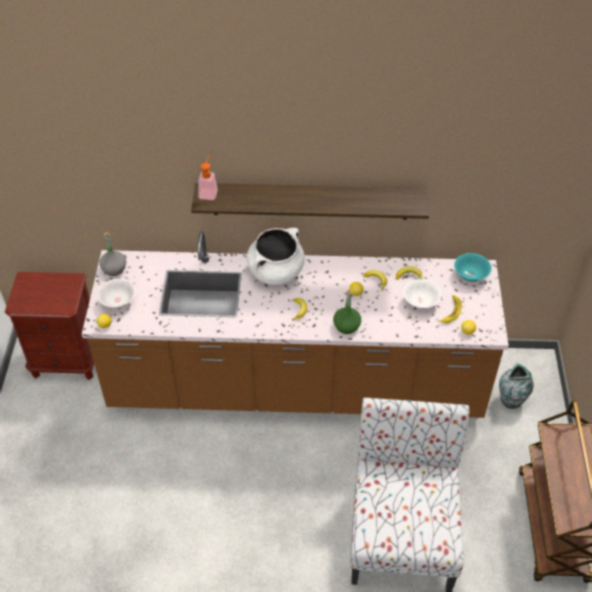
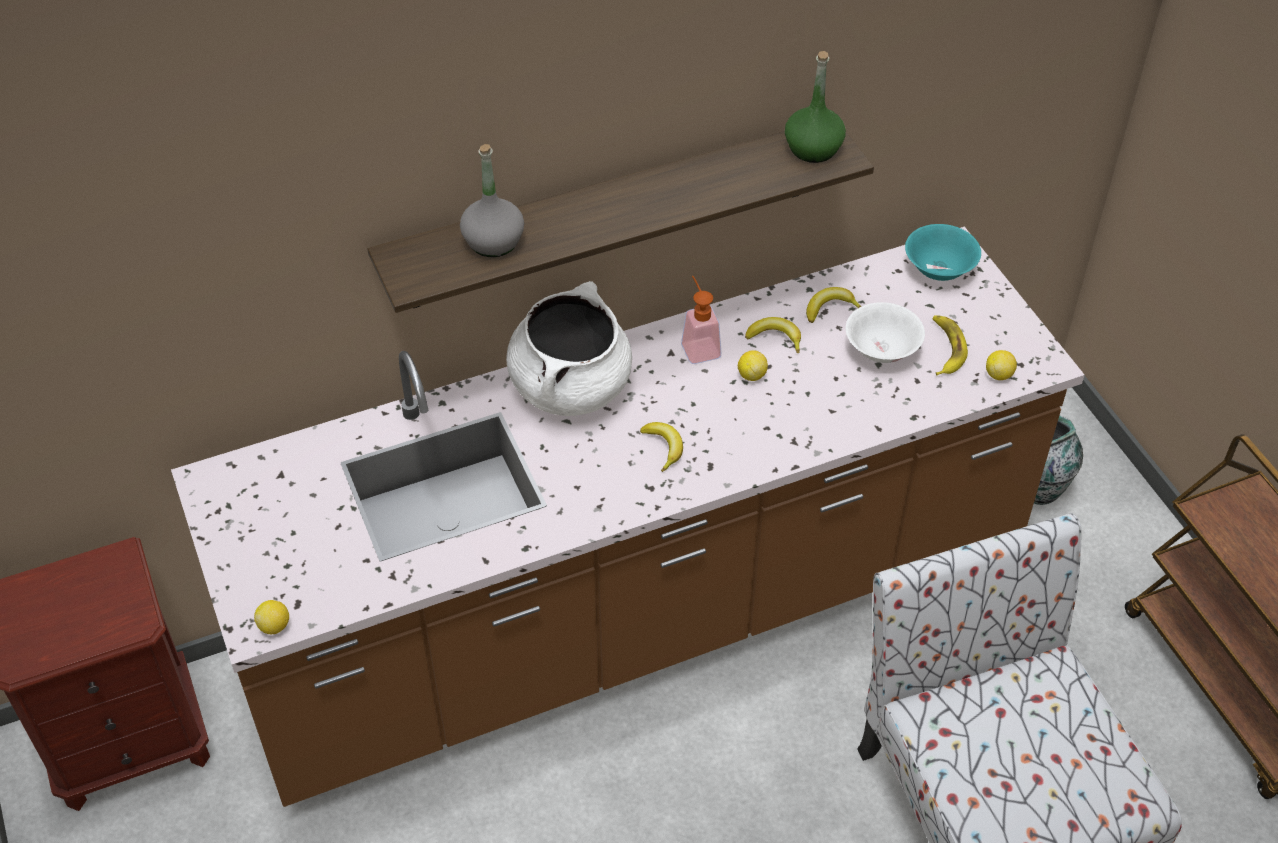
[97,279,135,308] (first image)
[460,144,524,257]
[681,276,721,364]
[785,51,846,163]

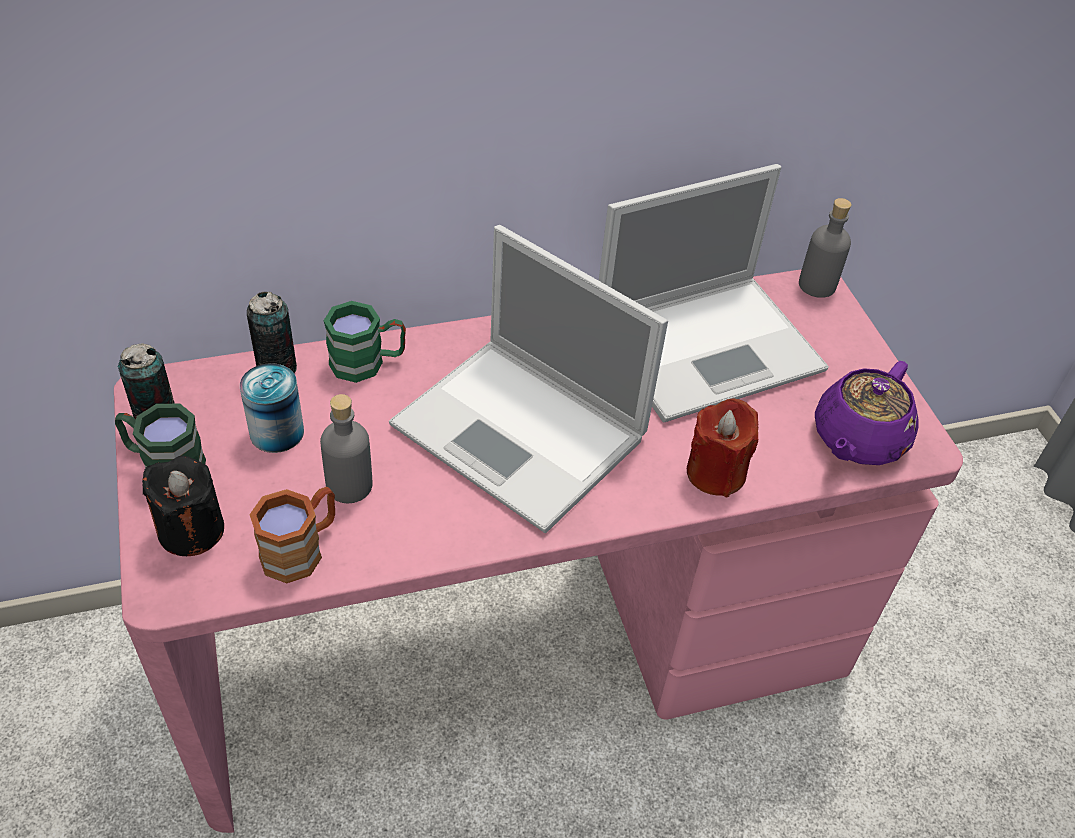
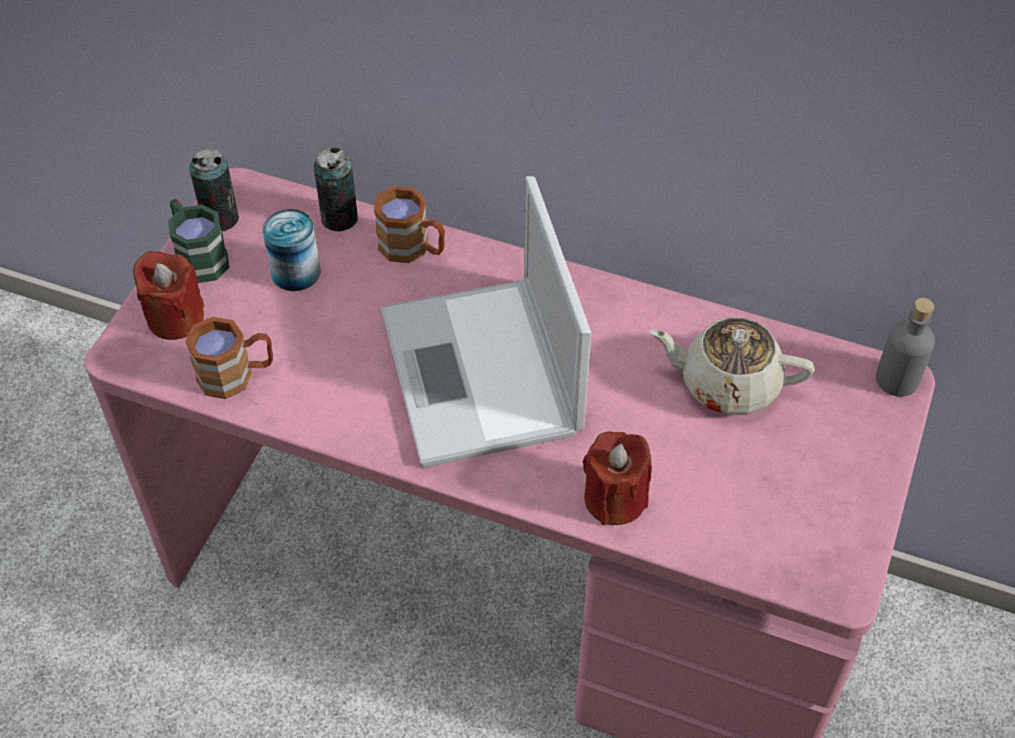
[320,394,372,503] (first image)
[815,361,919,465] (first image)
[650,317,815,415]
[133,251,204,340]
[374,186,445,263]

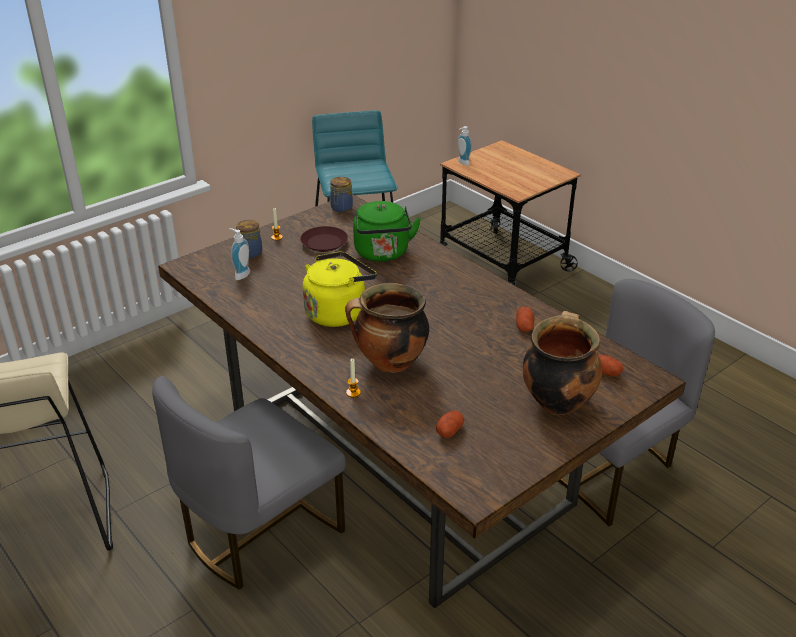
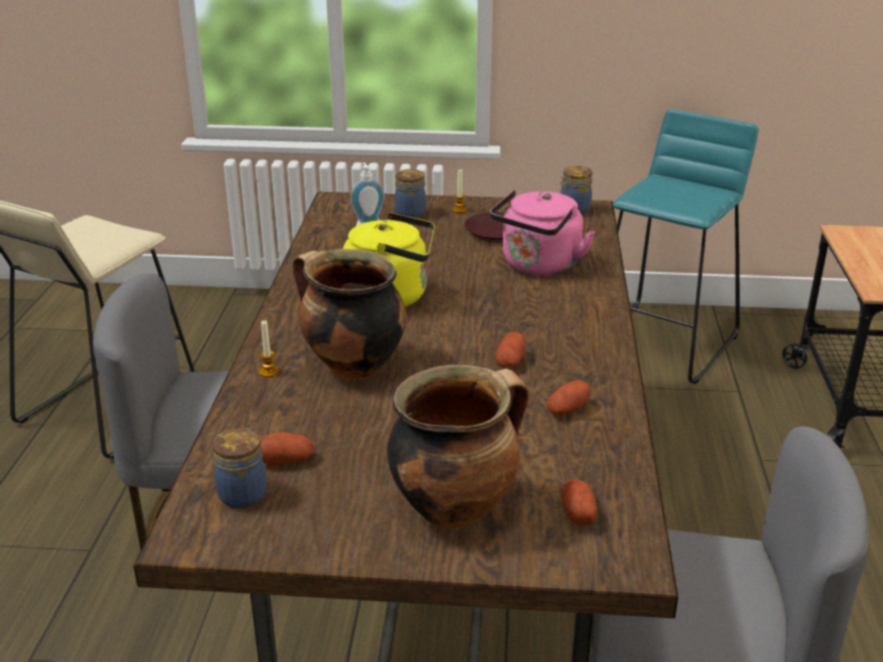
[458,126,472,166] (first image)
[213,428,267,508]
[496,332,526,368]
[490,190,595,275]

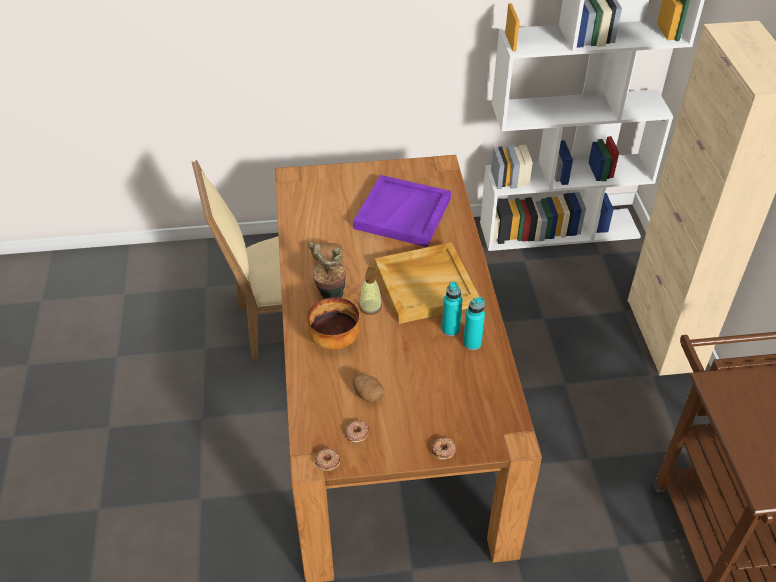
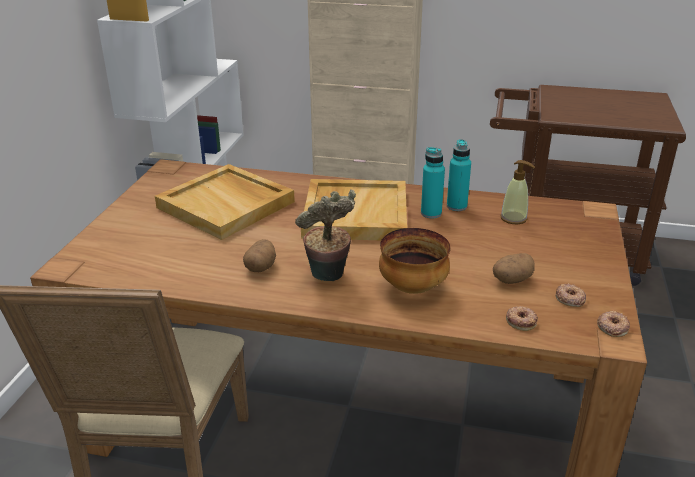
[500,160,535,224]
[506,306,538,331]
[155,164,295,240]

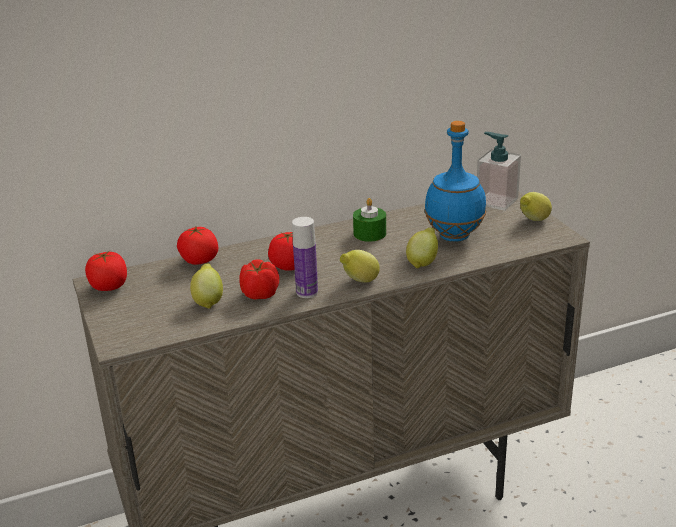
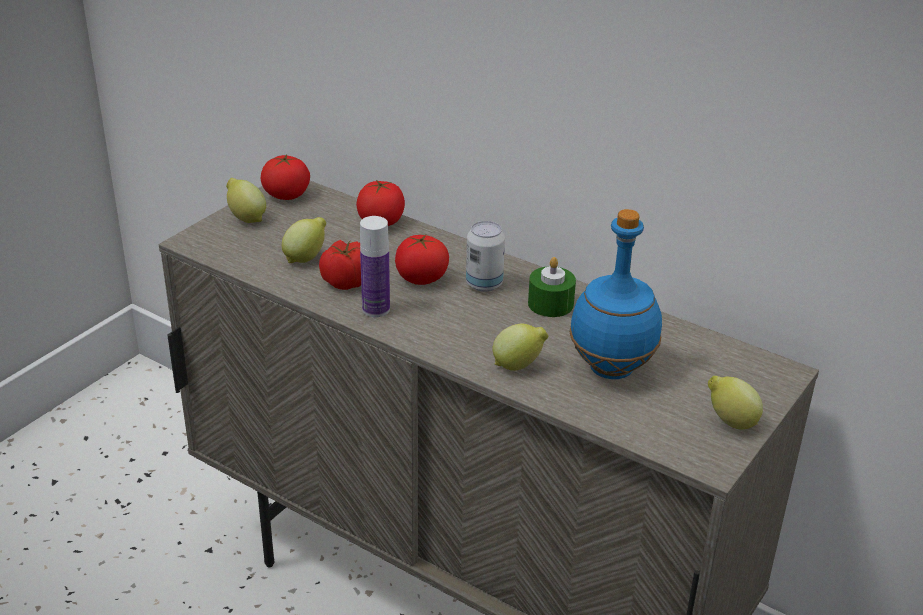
[477,132,521,211] (first image)
[466,221,505,292]
[226,178,266,223]

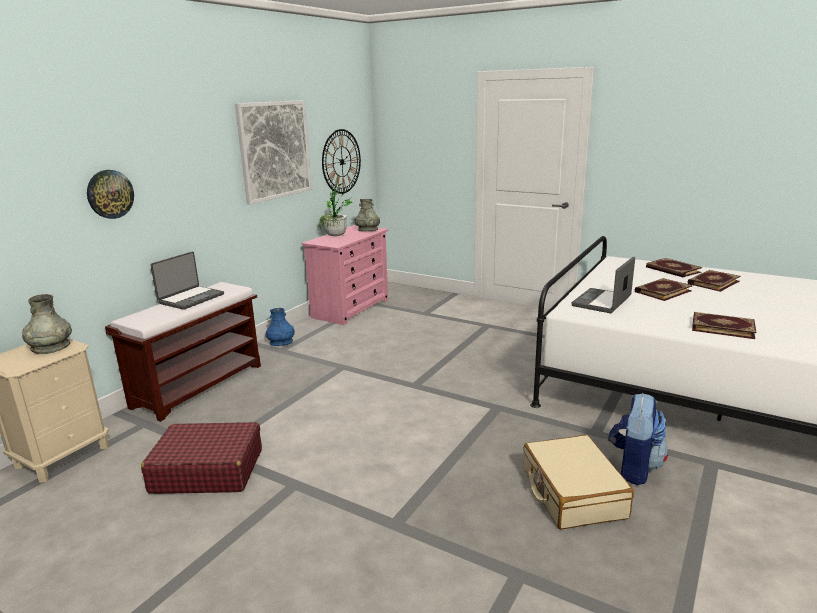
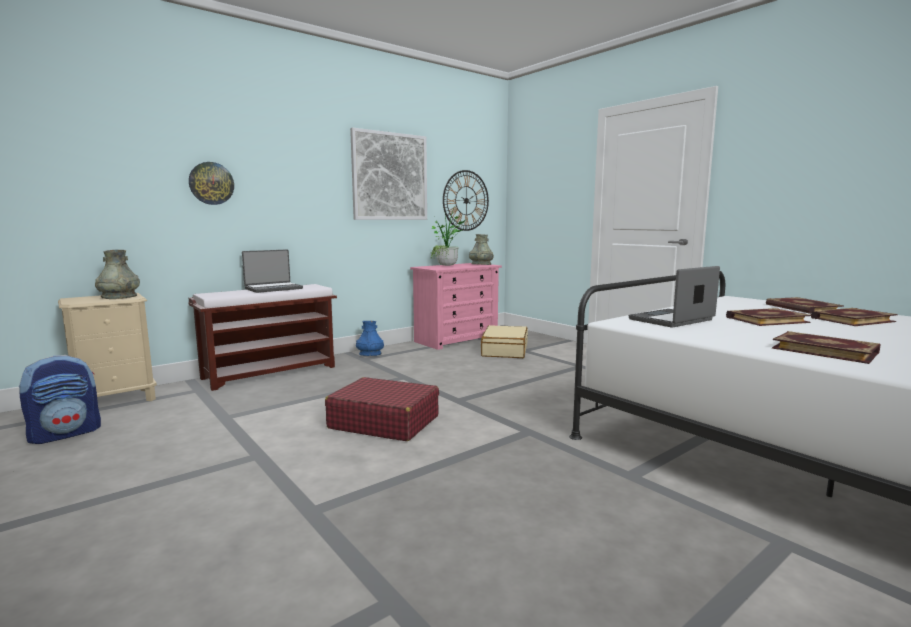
[325,377,439,441]
[481,325,528,358]
[19,355,101,444]

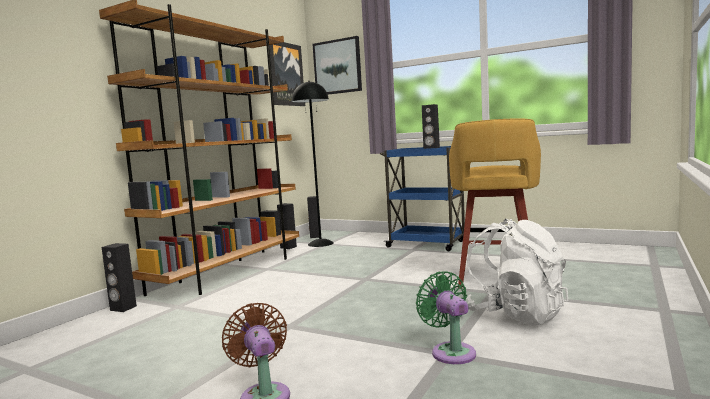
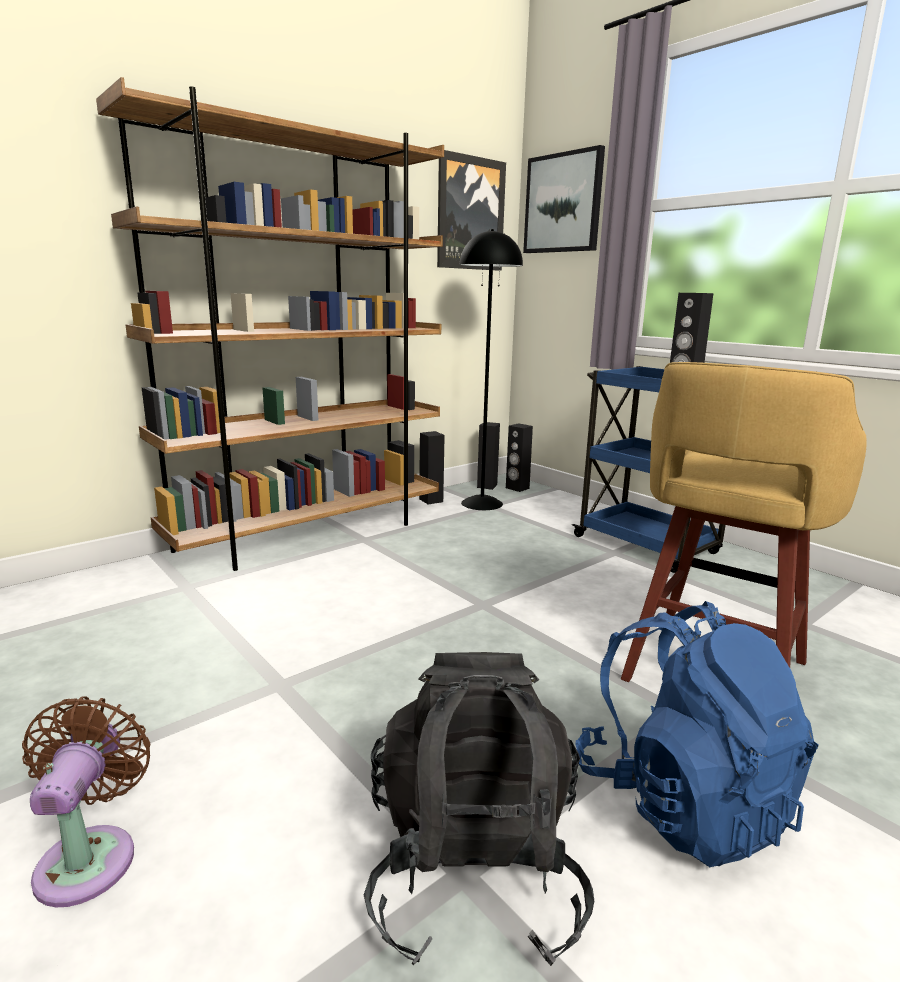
[506,423,533,492]
[364,652,594,966]
[575,601,819,867]

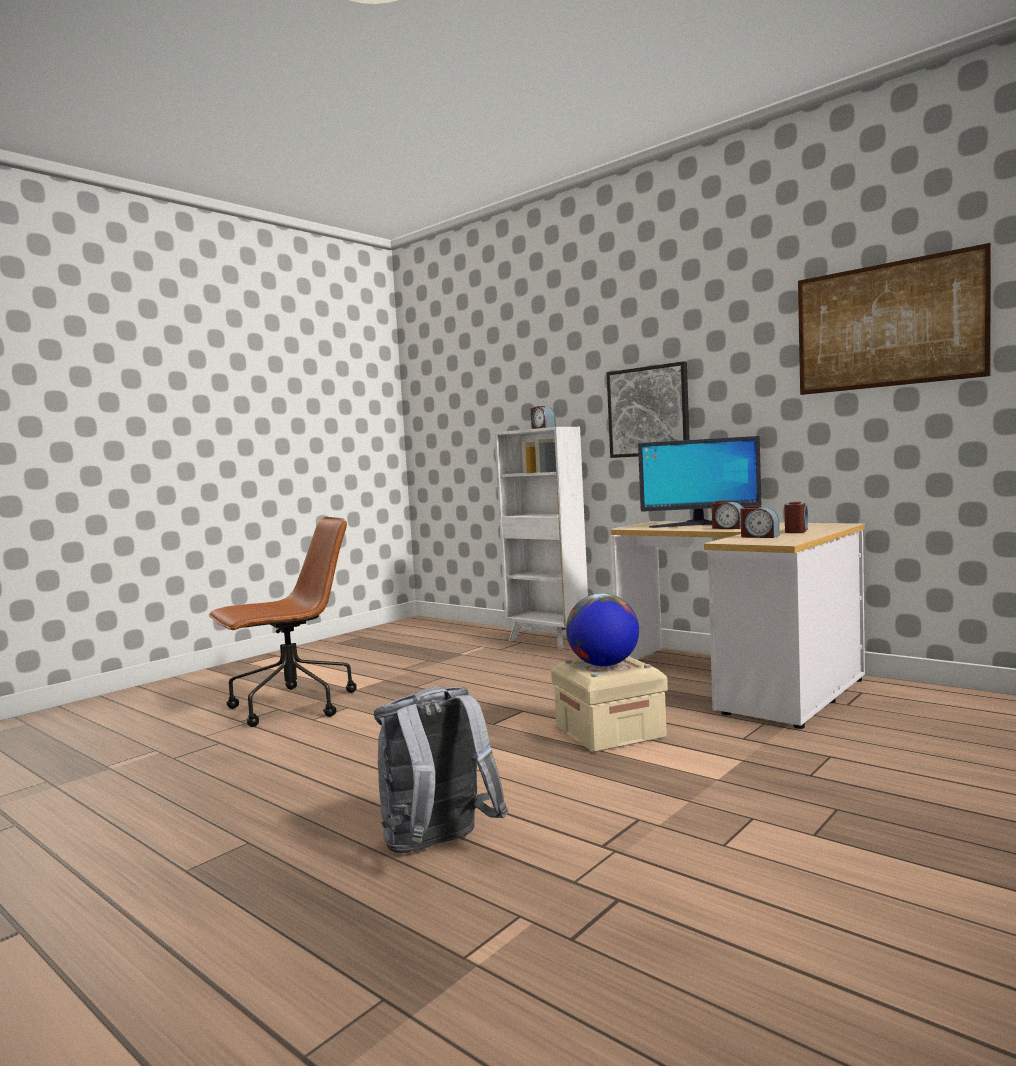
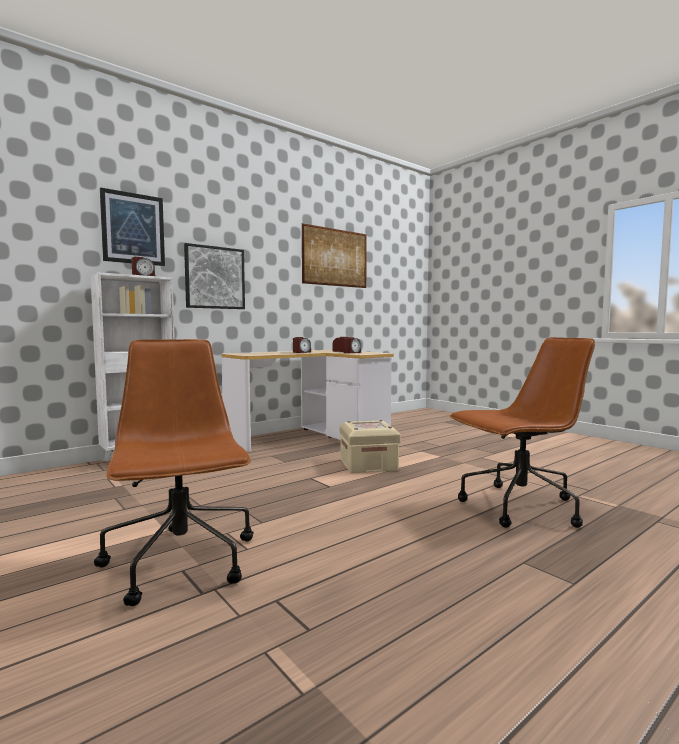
[566,593,639,666] (first image)
[638,436,761,528] (first image)
[100,187,165,266]
[450,337,595,528]

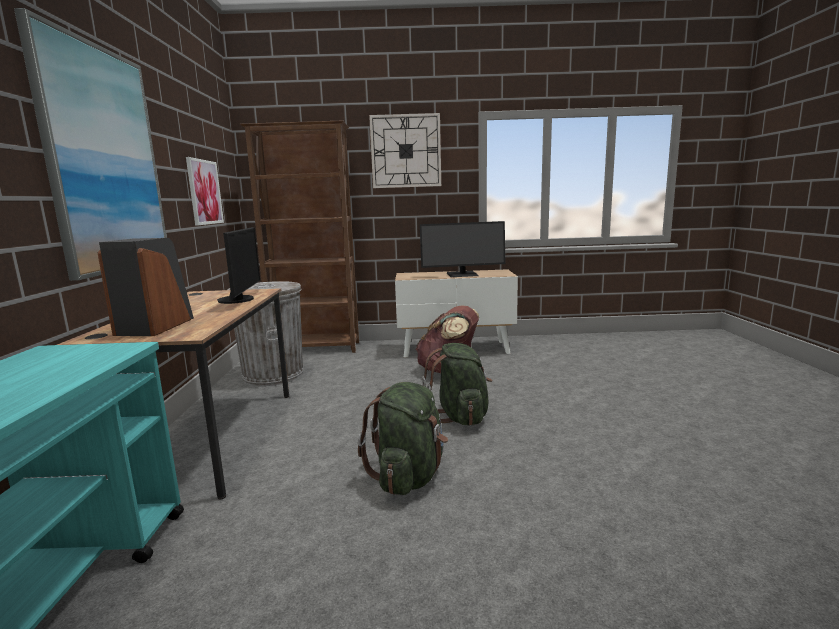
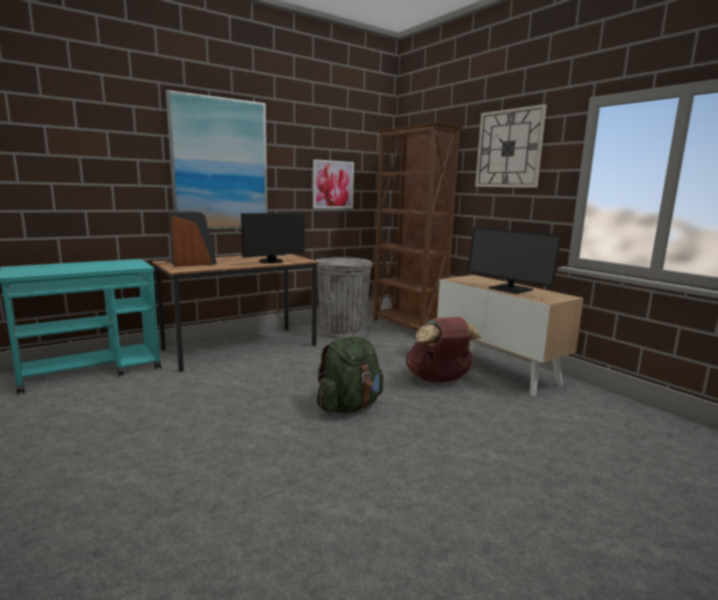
[358,382,448,495] (first image)

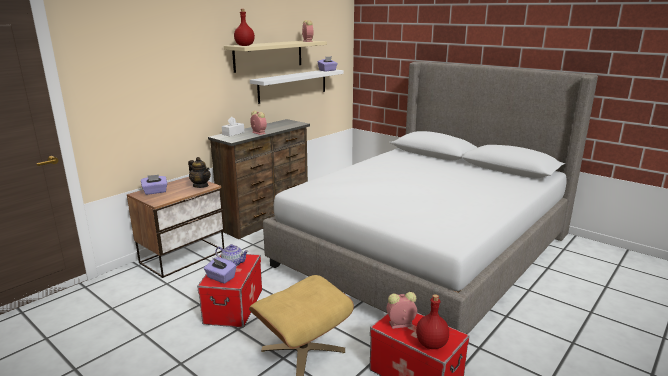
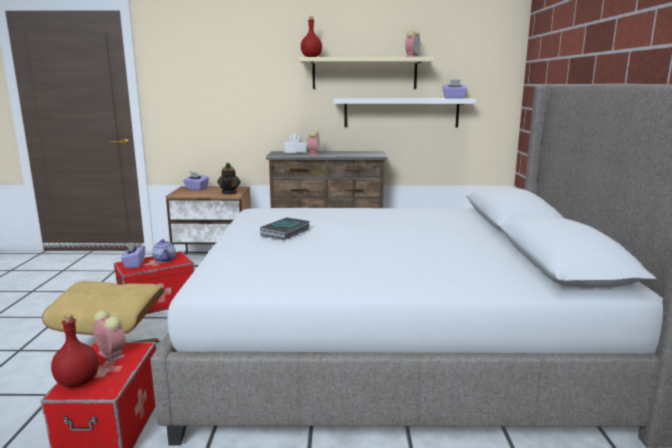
[260,217,310,240]

